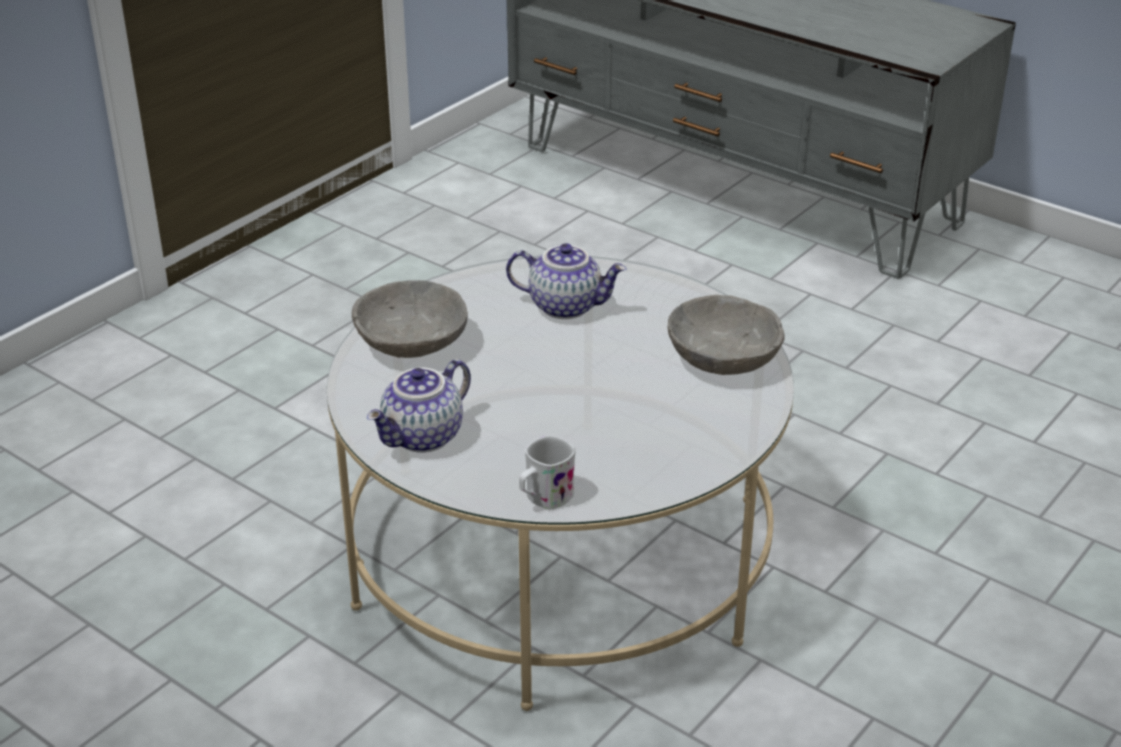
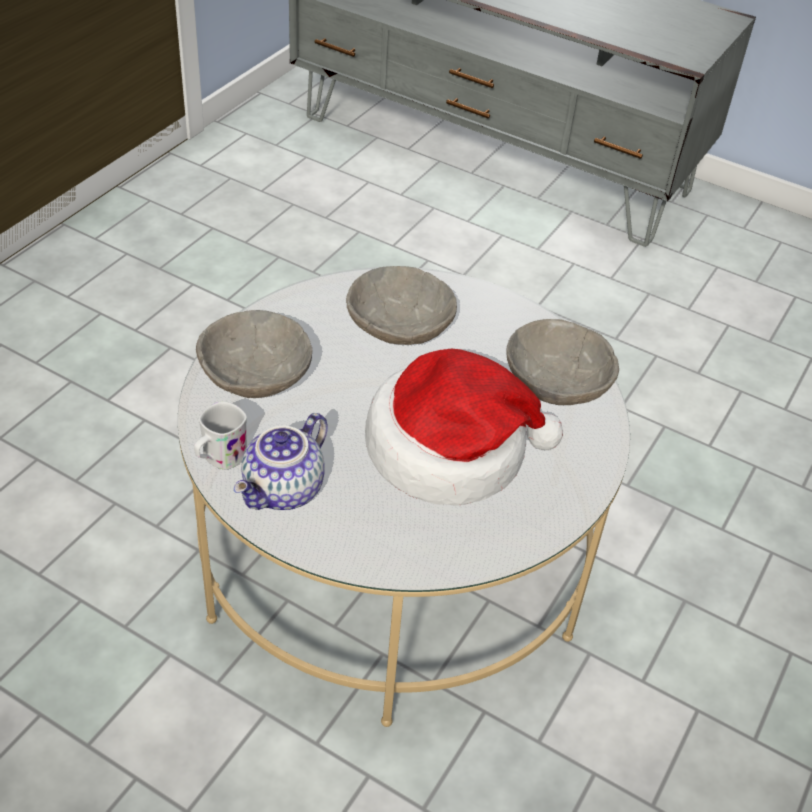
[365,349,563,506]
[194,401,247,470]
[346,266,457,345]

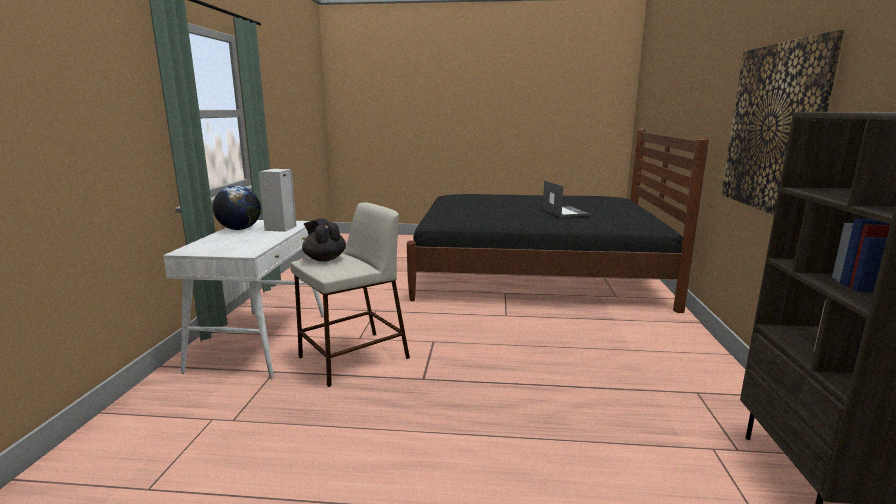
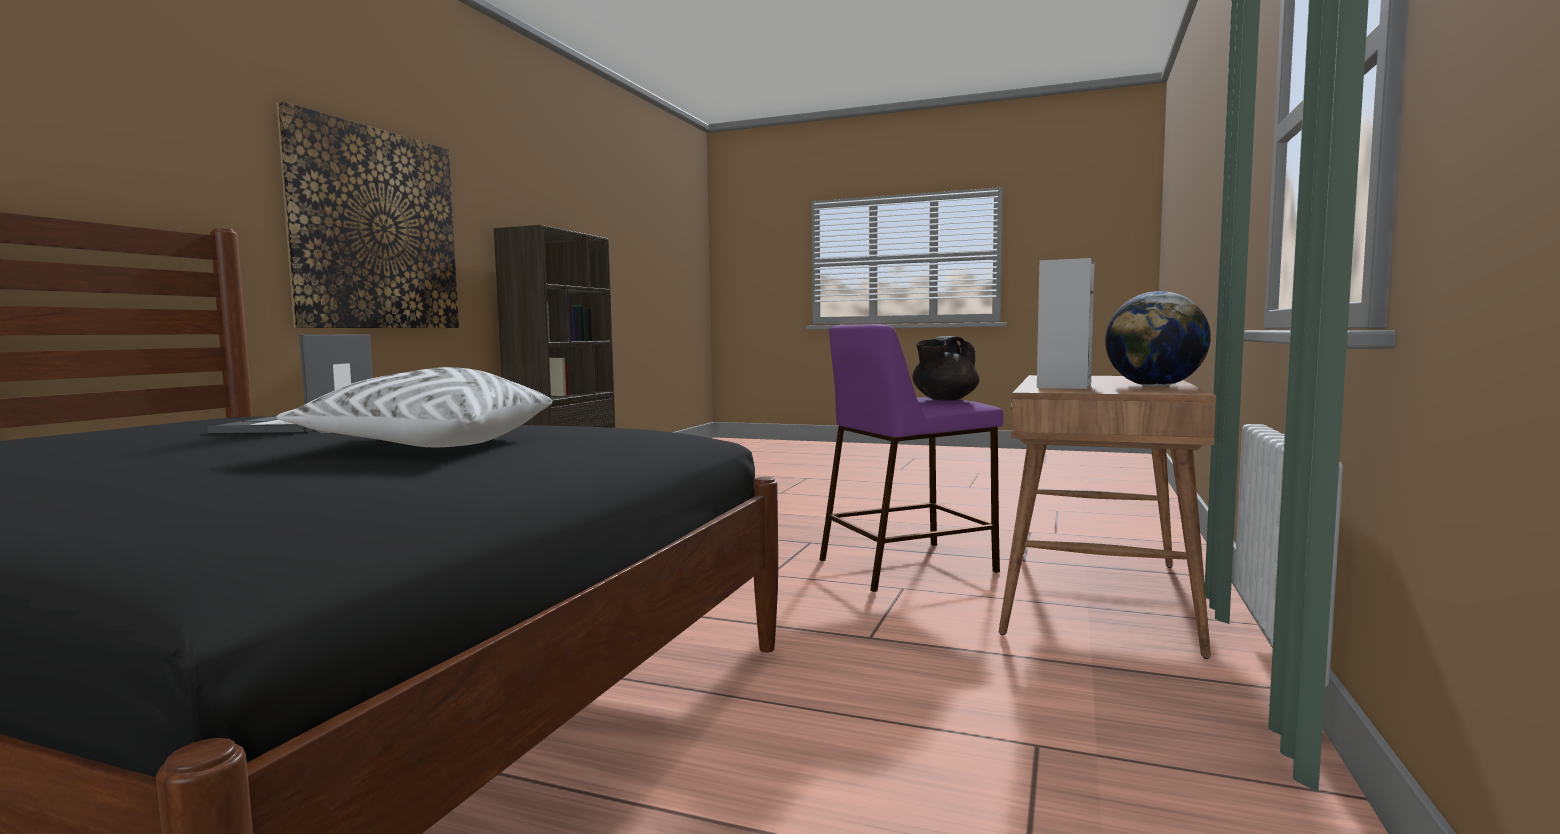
[277,367,552,447]
[999,375,1216,659]
[819,324,1003,592]
[912,336,979,401]

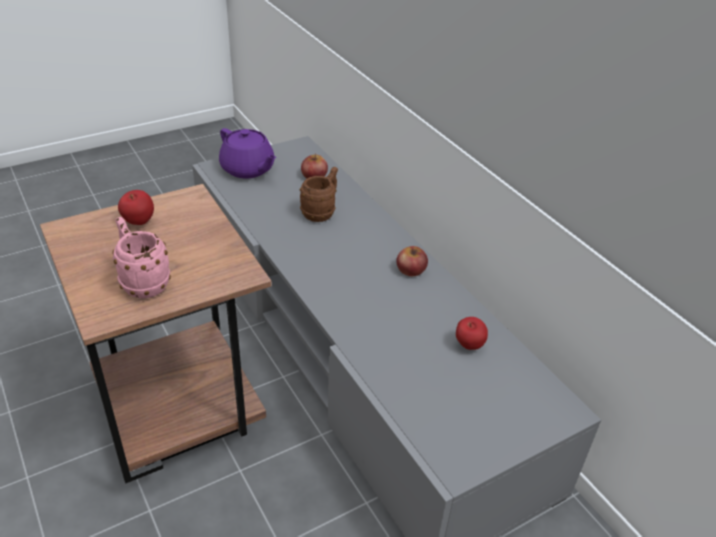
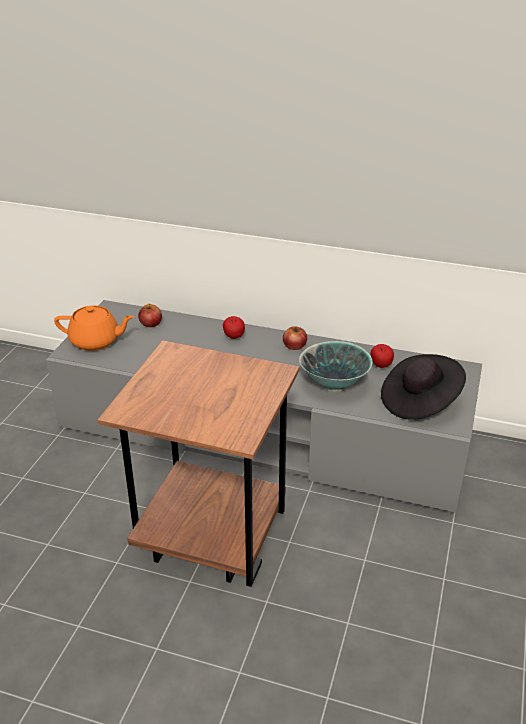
[113,217,171,298] (first image)
[300,167,338,222] (first image)
[299,341,373,392]
[381,354,466,420]
[223,316,245,339]
[54,305,134,351]

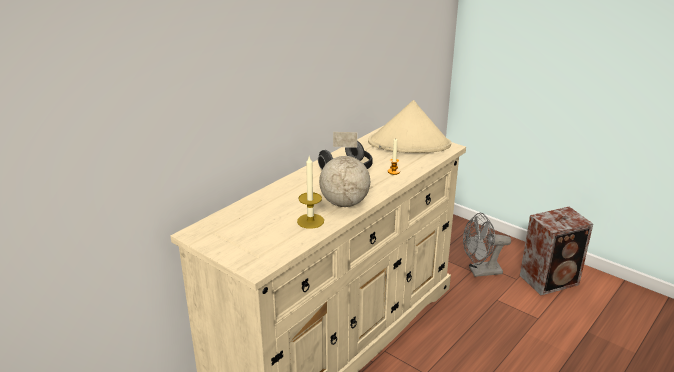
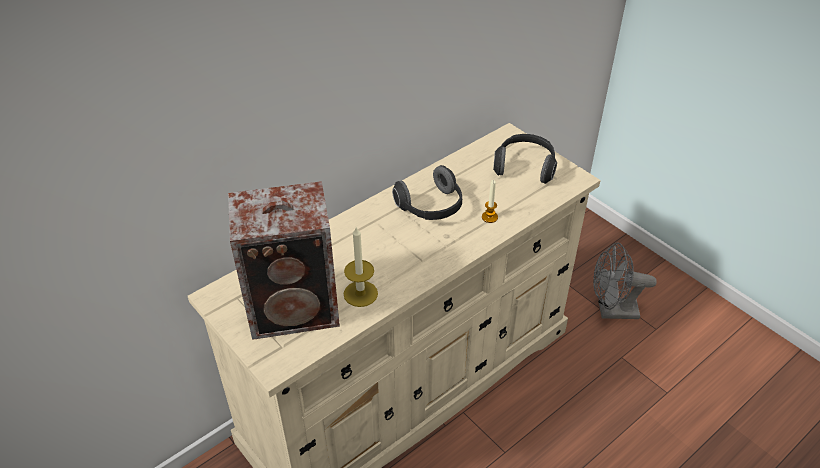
[319,132,370,207] (first image)
[228,181,340,340]
[493,134,557,184]

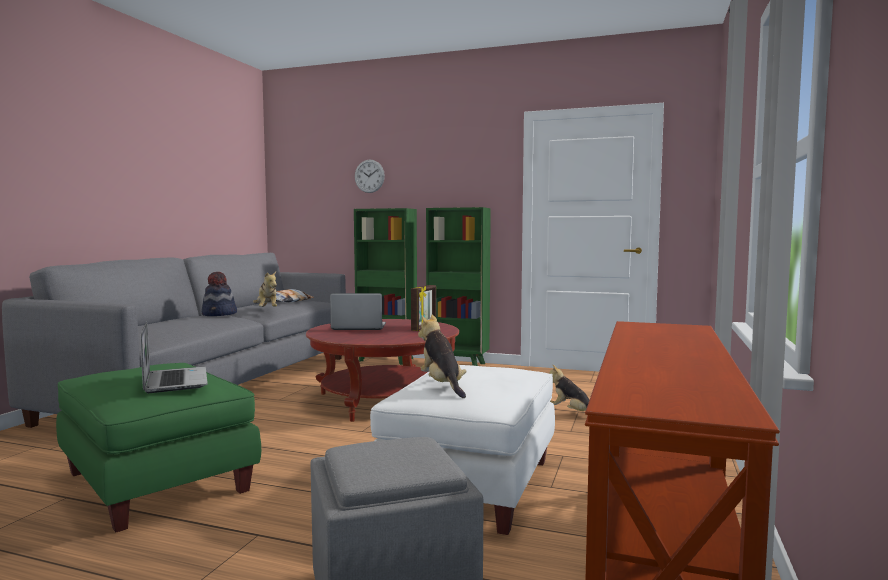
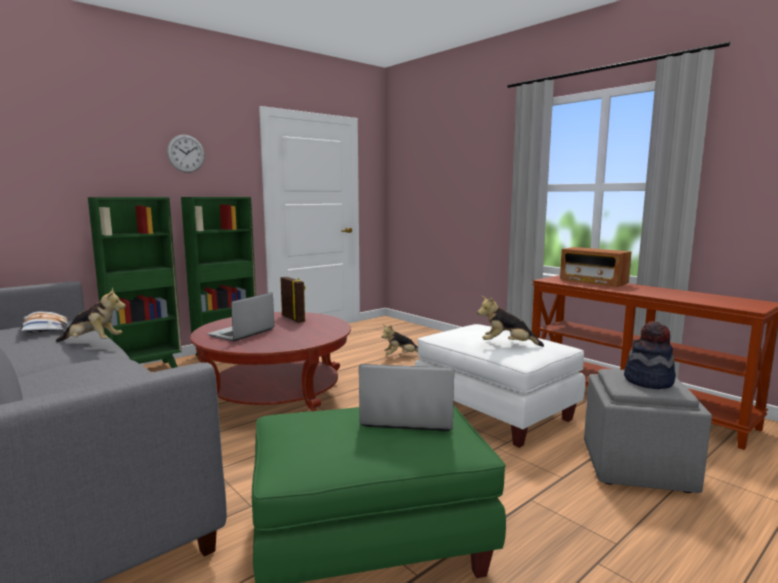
[560,247,632,287]
[624,321,676,389]
[167,135,205,173]

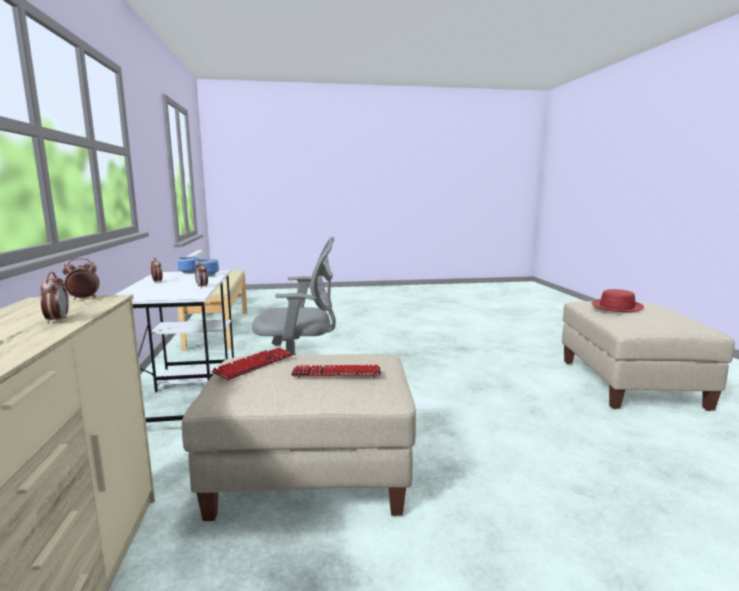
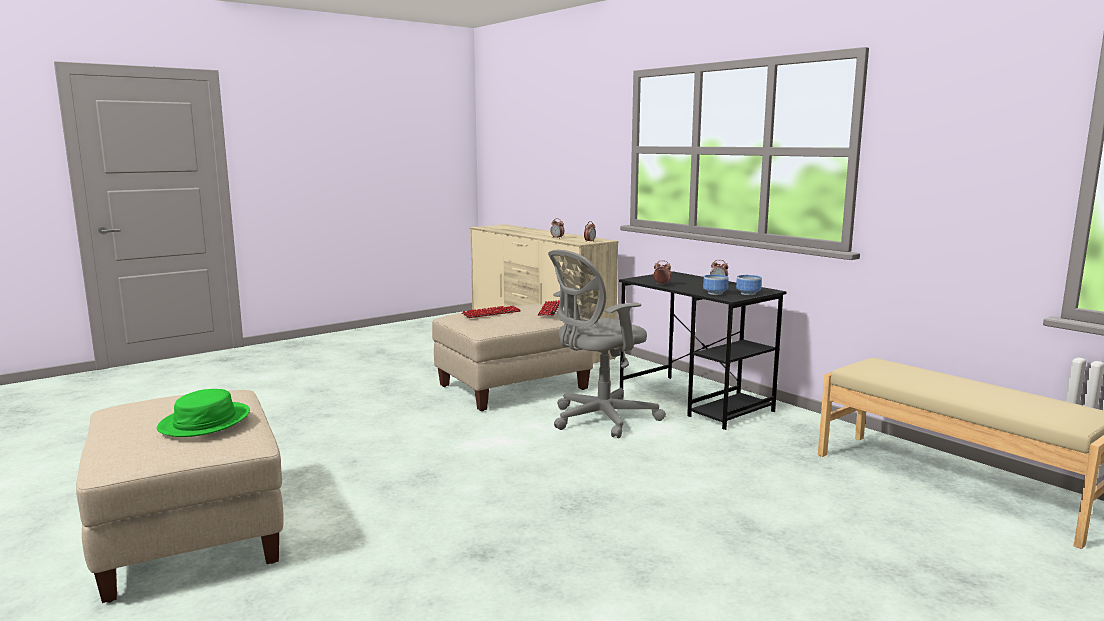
[619,271,786,430]
[157,389,250,437]

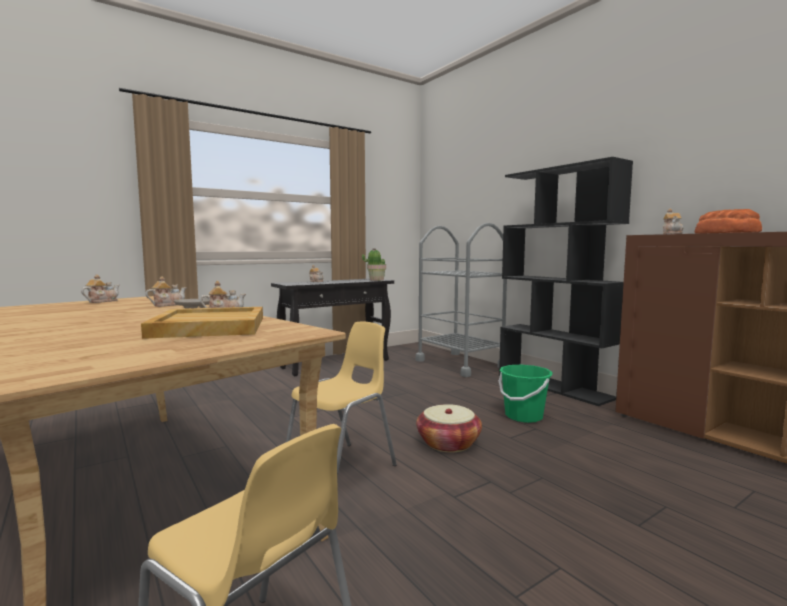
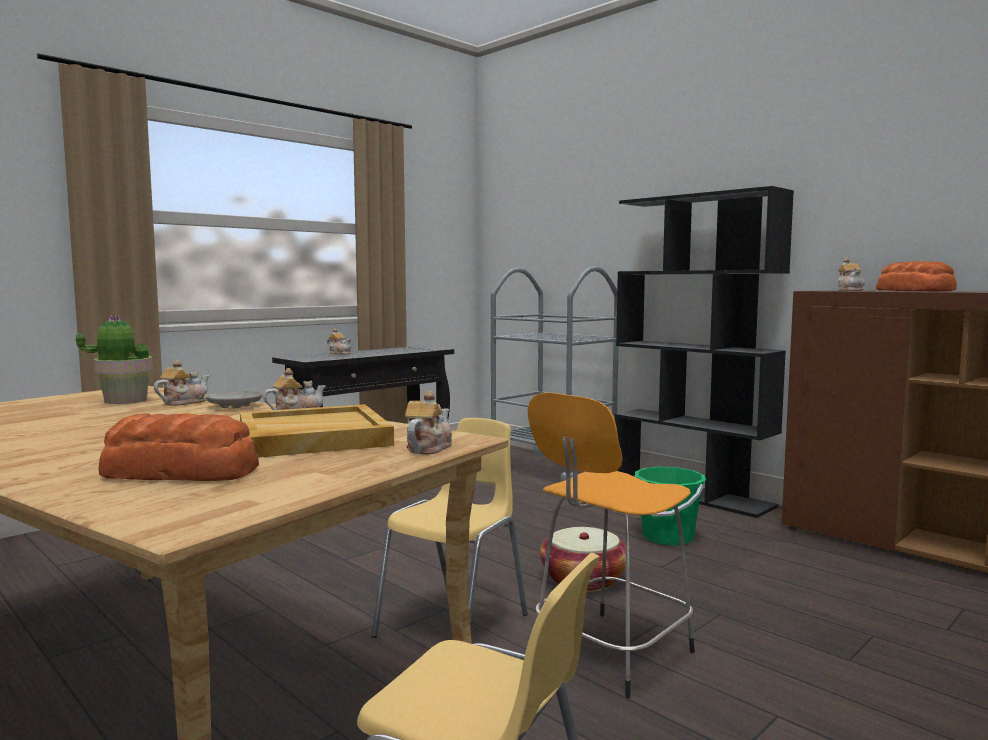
[98,413,259,481]
[528,392,695,698]
[405,391,452,454]
[76,315,153,404]

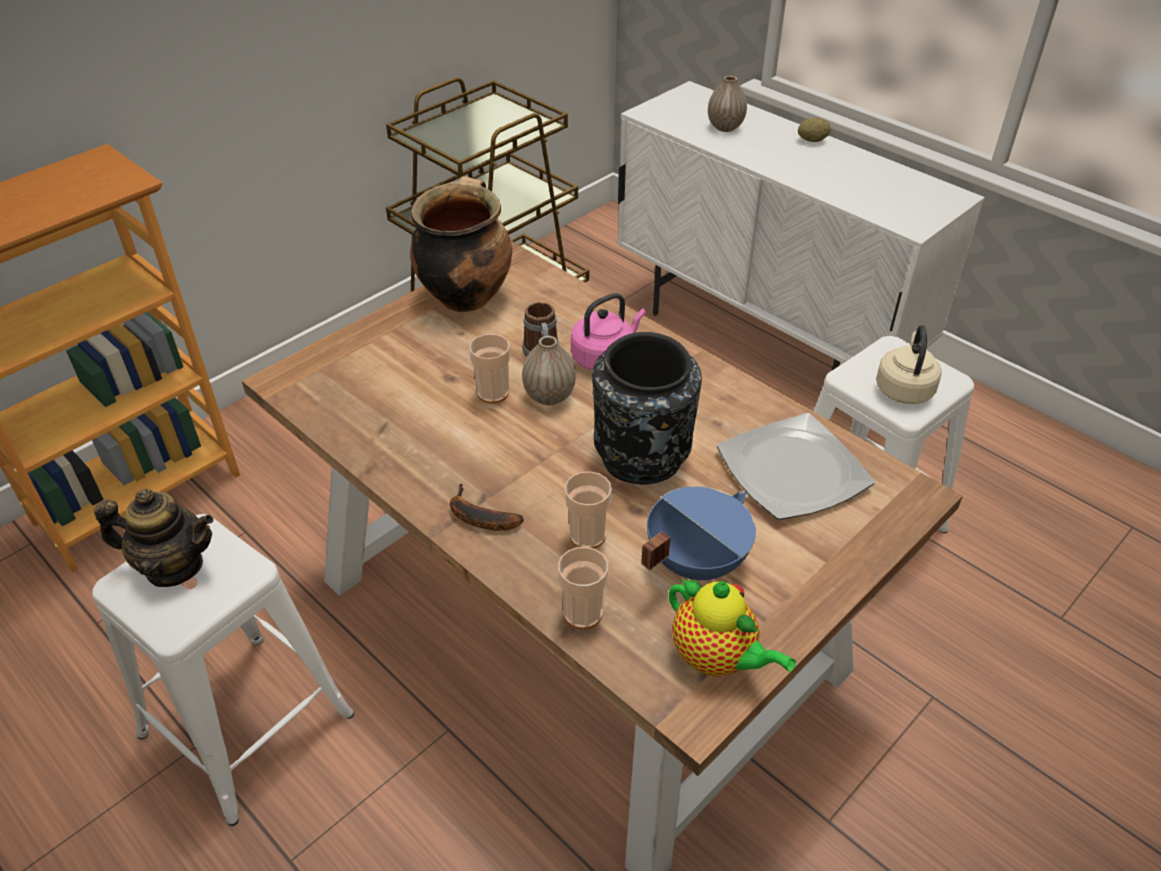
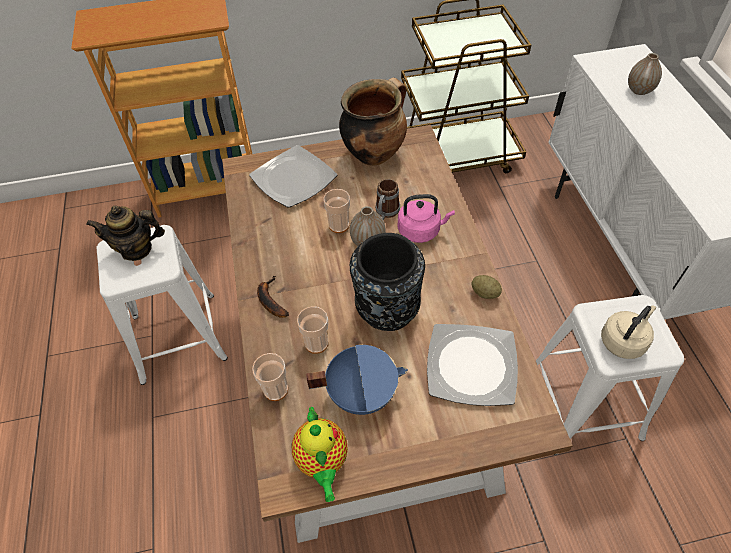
[249,145,337,208]
[471,275,502,299]
[86,206,165,261]

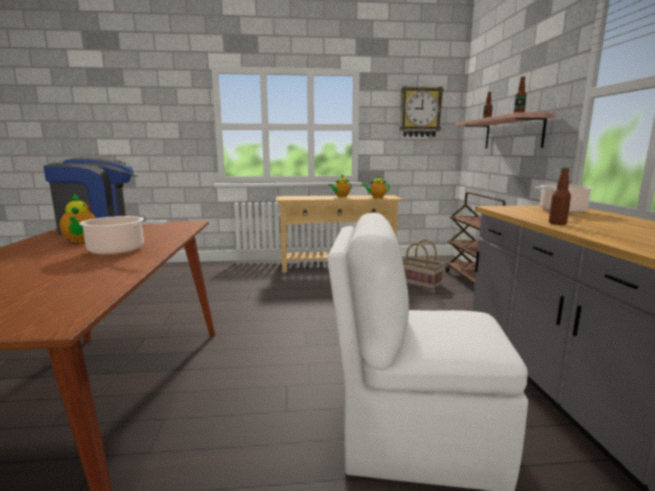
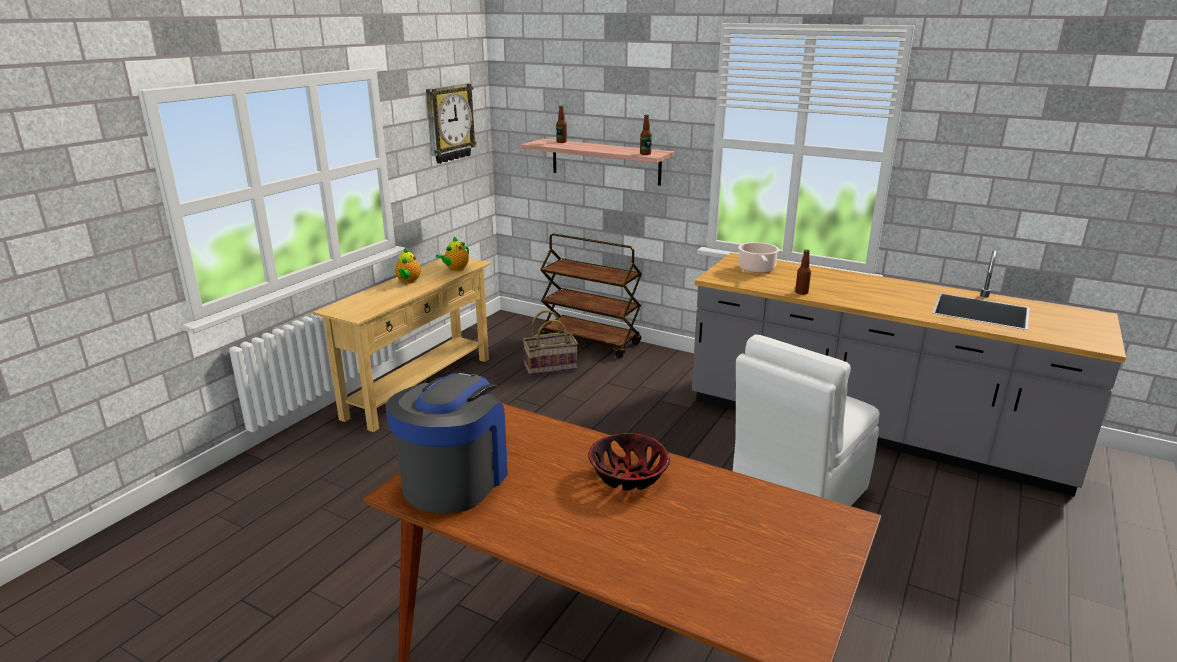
[60,194,96,243] (first image)
[588,433,670,491]

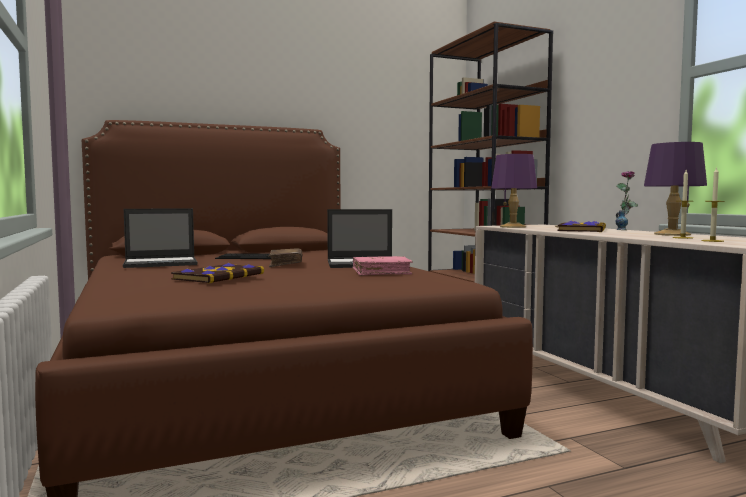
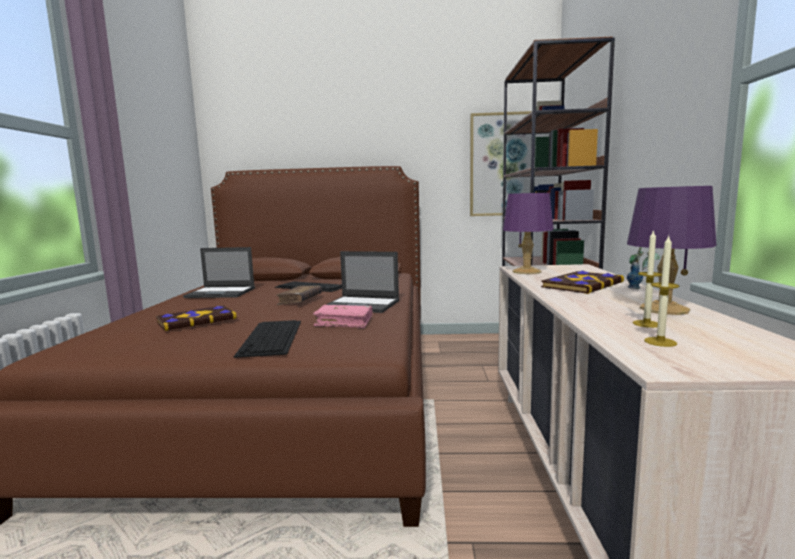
[234,320,301,358]
[470,111,532,216]

